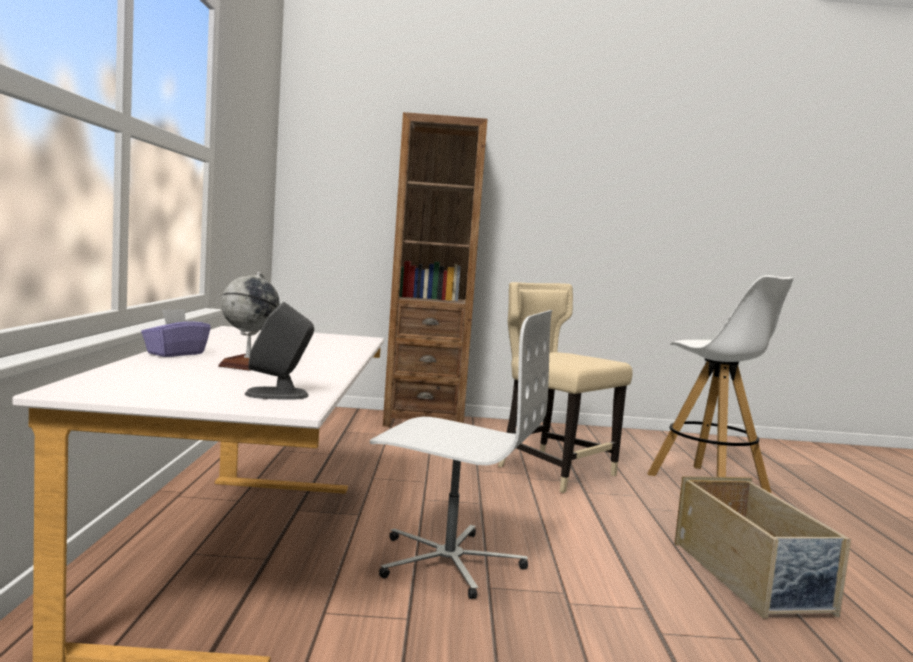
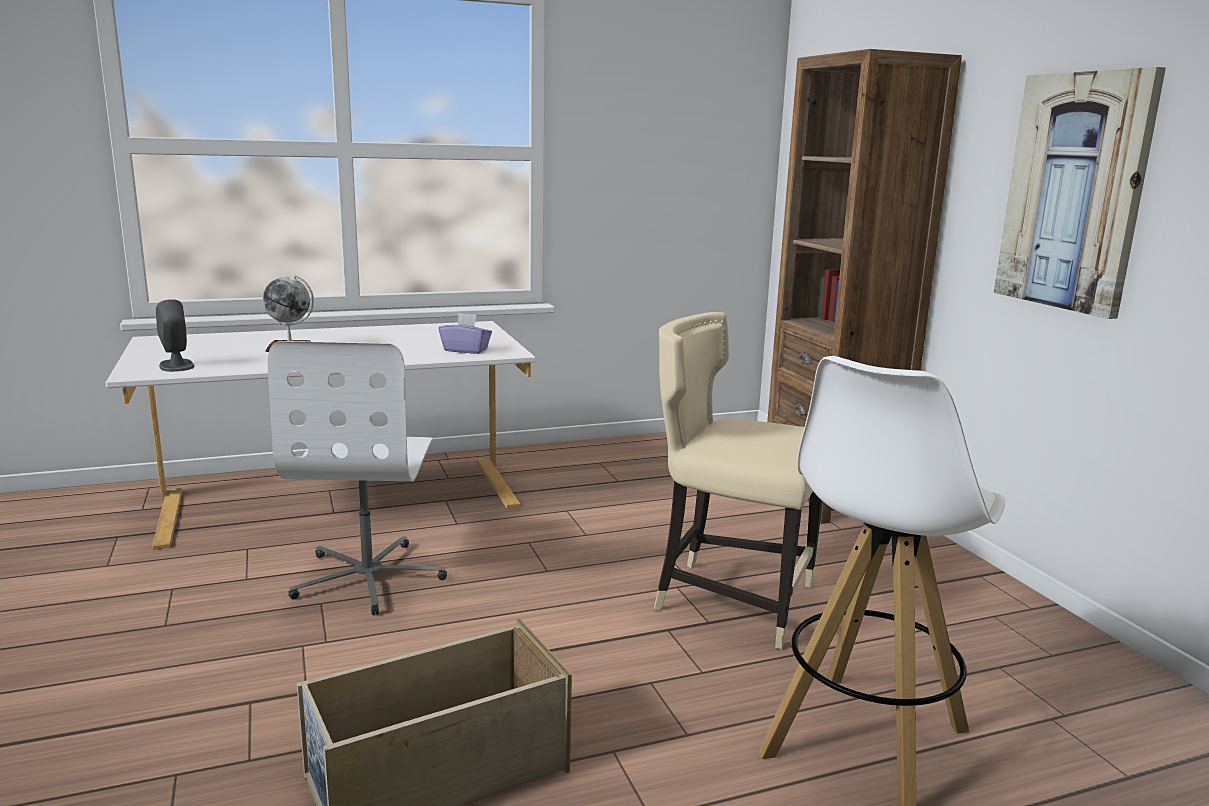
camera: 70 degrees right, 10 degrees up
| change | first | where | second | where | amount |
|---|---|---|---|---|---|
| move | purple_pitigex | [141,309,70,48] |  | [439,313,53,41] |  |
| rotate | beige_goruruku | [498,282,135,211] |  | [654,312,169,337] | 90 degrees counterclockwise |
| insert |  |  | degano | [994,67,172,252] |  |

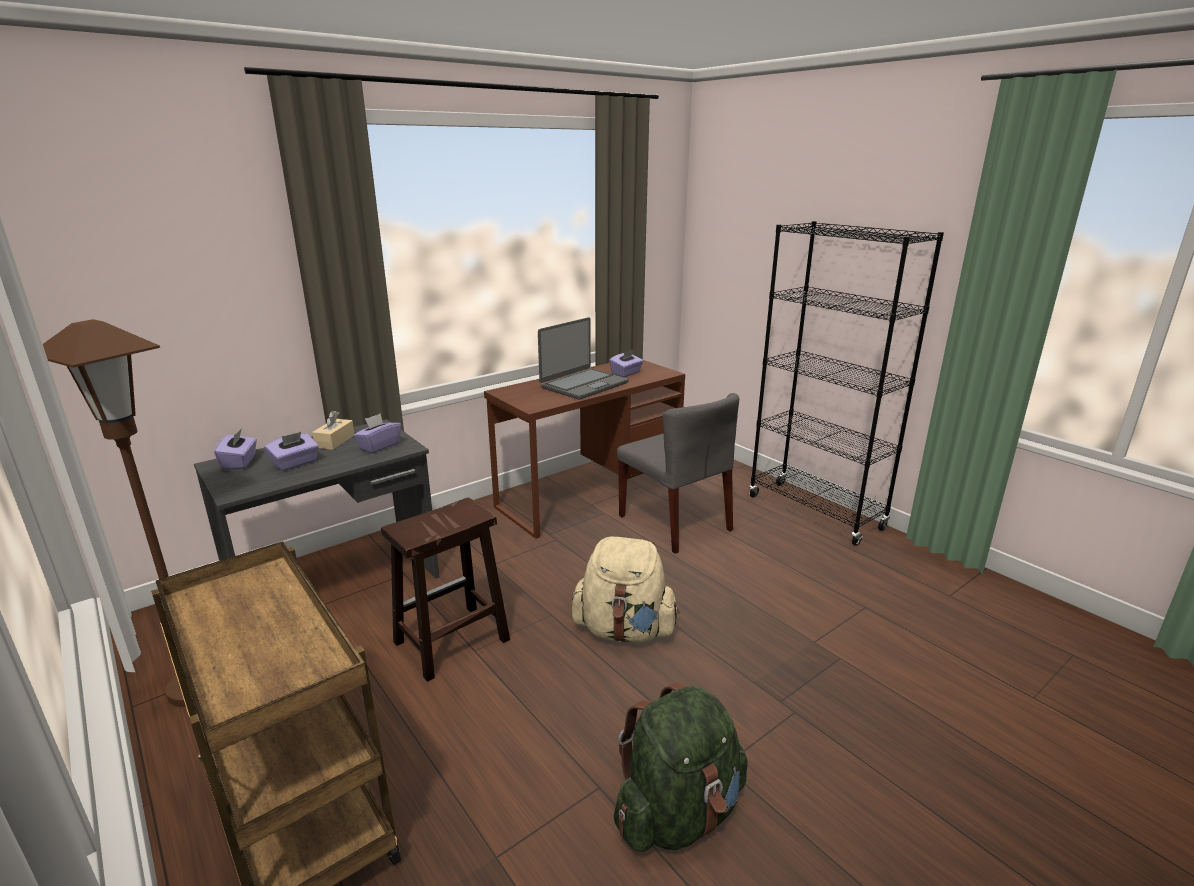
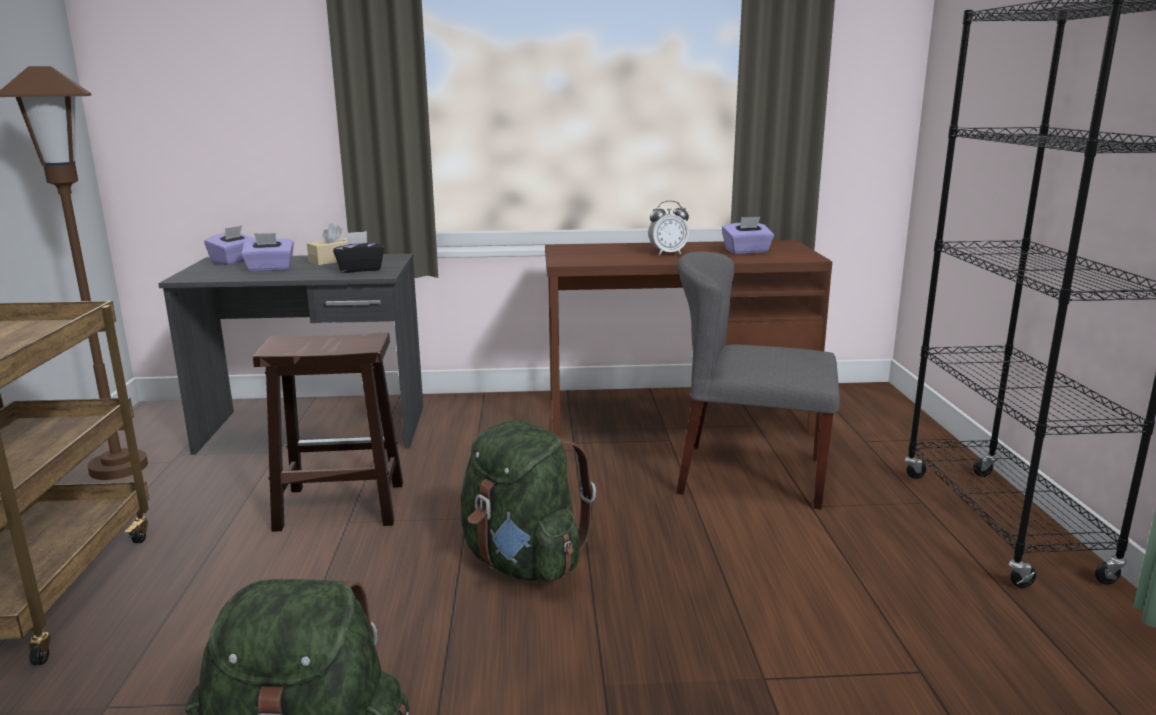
camera: 35 degrees right, 5 degrees down
| change | first | where | second | where | amount |
|---|---|---|---|---|---|
| recolor | purple_pitigex | [353,413,48,40] | black_pitigex | [333,231,51,42] |  |
| replace | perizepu | [538,317,90,83] | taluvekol | [648,201,41,54] |  |
| recolor | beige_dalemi | [572,537,108,105] | green_dalemi | [461,420,135,162] |  |
| rotate | grey_goruruku | [617,393,122,161] |  | [676,252,164,258] | 105 degrees clockwise |

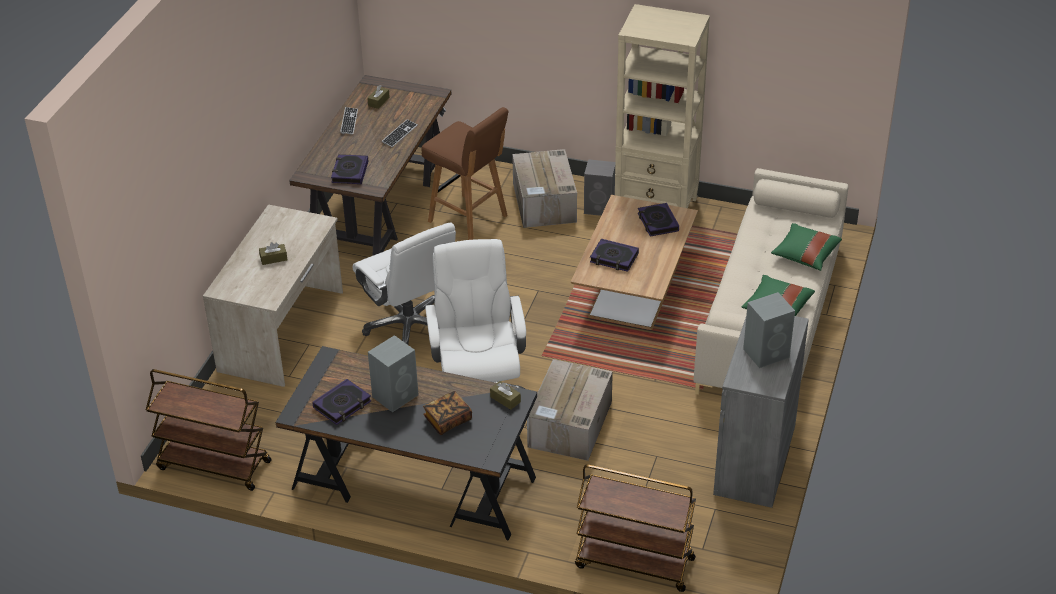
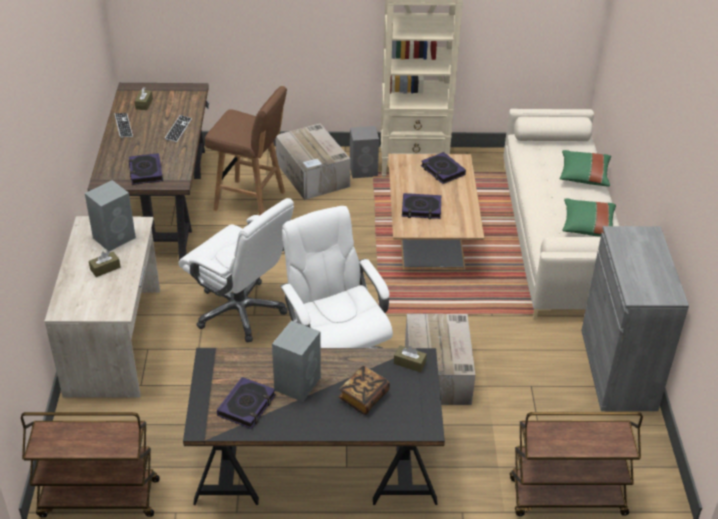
camera: 20 degrees left, 0 degrees up
| change | first | where | second | where | amount |
|---|---|---|---|---|---|
| move | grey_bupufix | [743,292,52,76] |  | [85,180,51,72] |  |

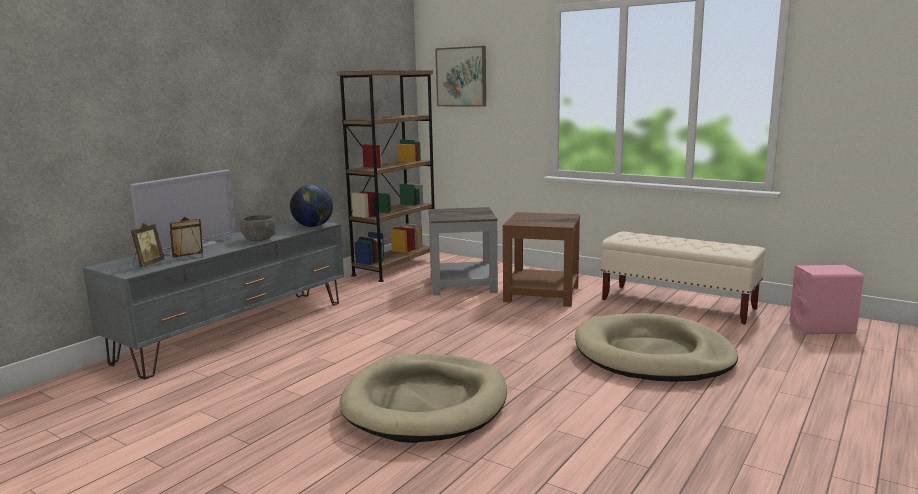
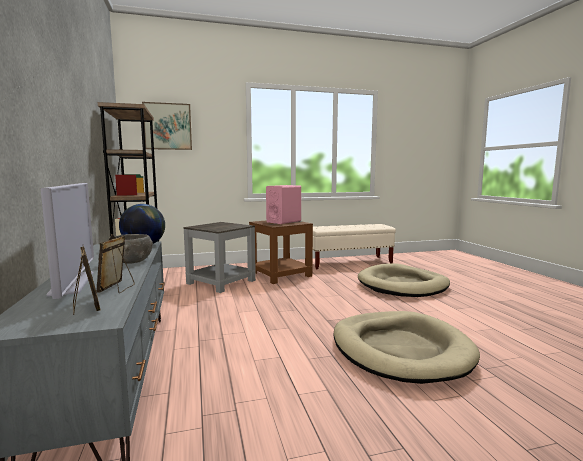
camera: 50 degrees left, 5 degrees down
| change | first | where | second | where | amount |
|---|---|---|---|---|---|
| move | pink_bupufix | [789,265,75,69] |  | [266,185,35,39] |  |

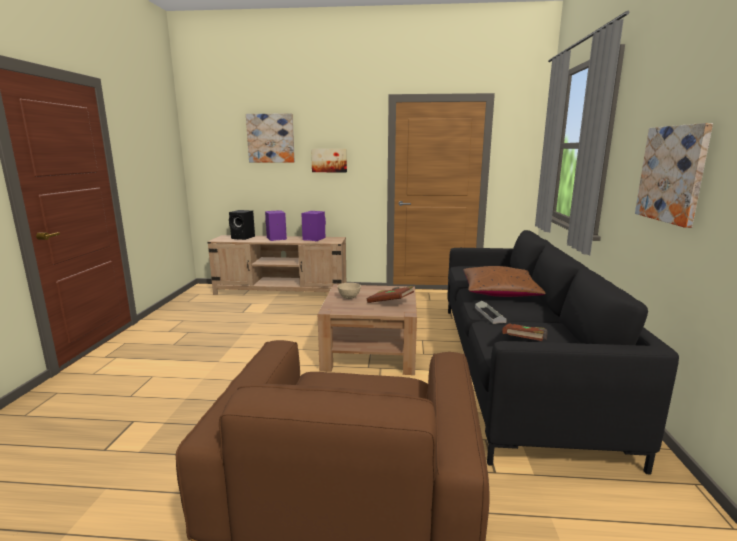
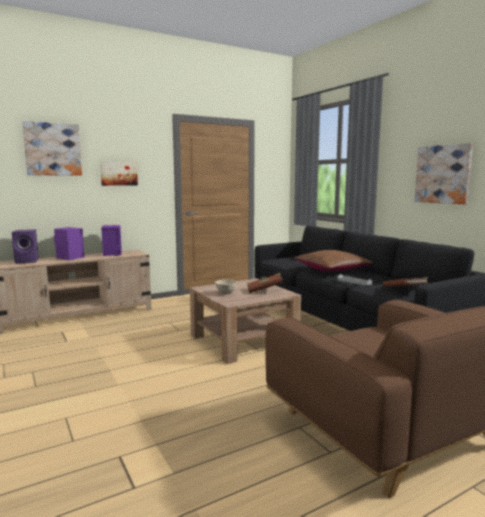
camera: 35 degrees left, 5 degrees down
| change | first | where | second | where | amount |
|---|---|---|---|---|---|
| recolor | black_bupufix | [229,210,26,30] | purple_bupufix | [12,229,27,35] |  |

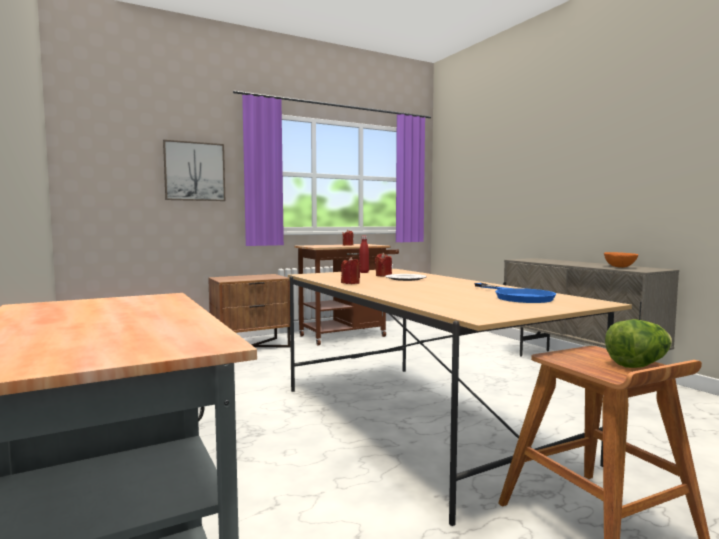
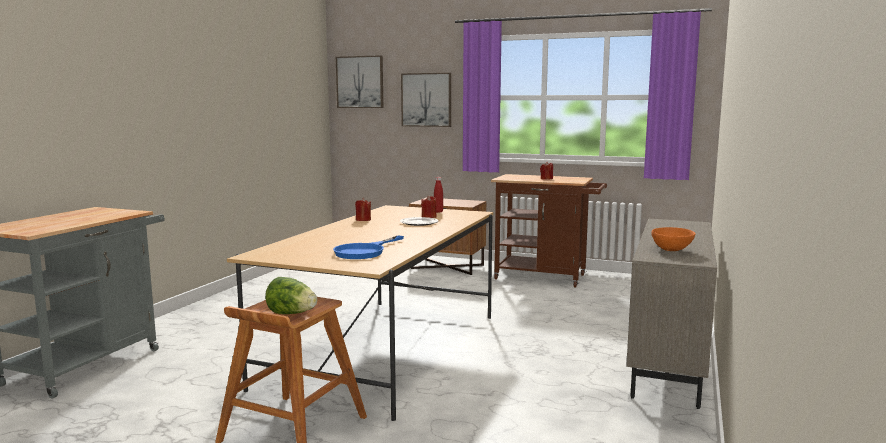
camera: 50 degrees right, 5 degrees up
| change | first | where | second | where | amount |
|---|---|---|---|---|---|
| insert |  |  | degano | [336,55,47,53] |  |

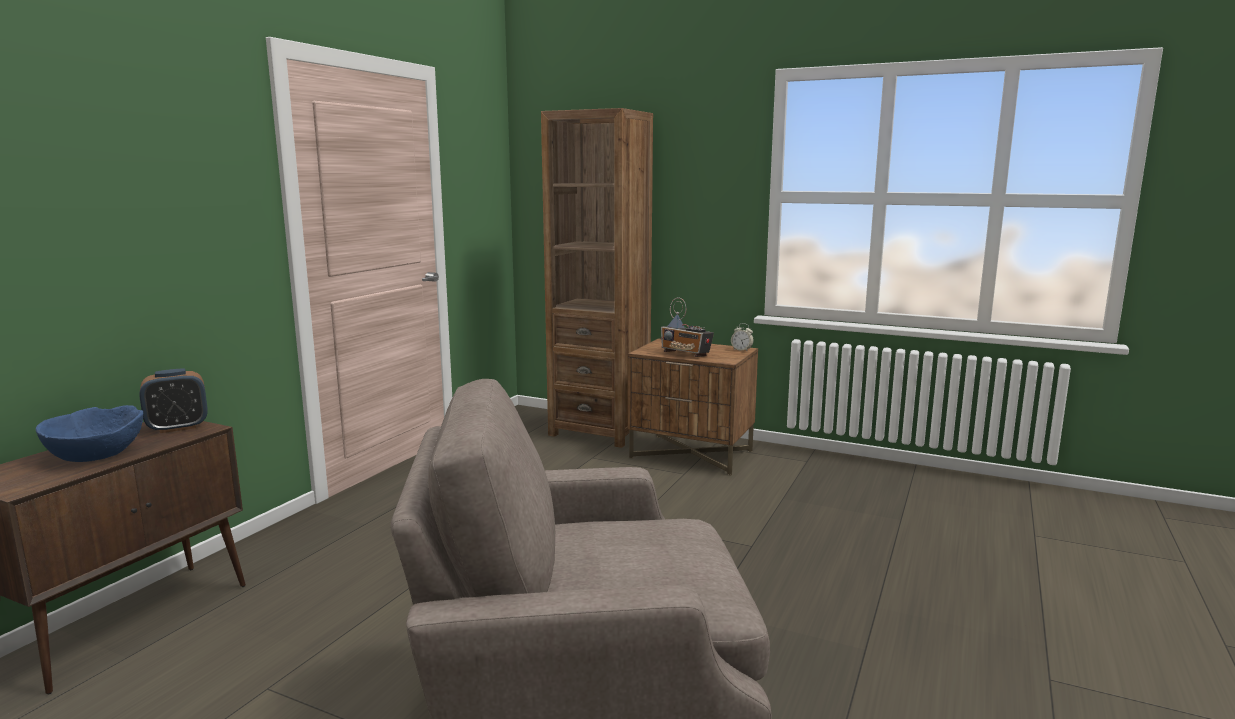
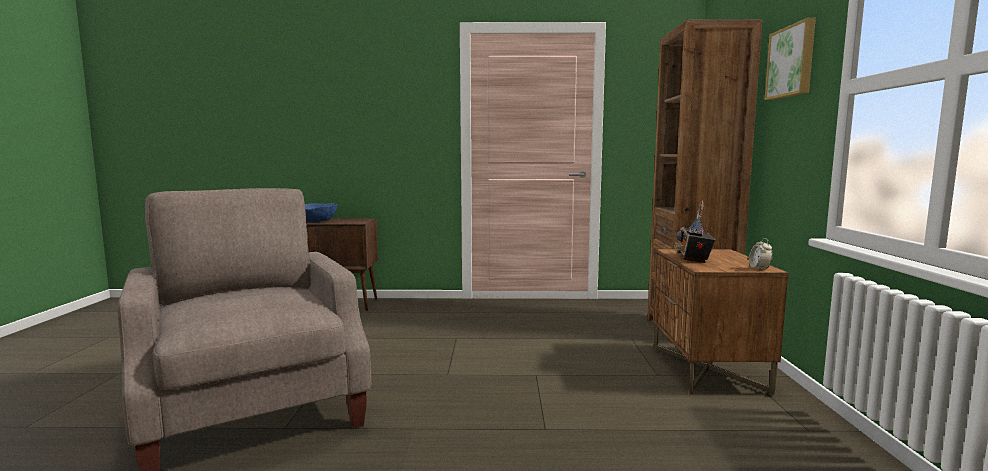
camera: 65 degrees right, 5 degrees down
| change | first | where | second | where | amount |
|---|---|---|---|---|---|
| delete | taluvekol | [139,368,69,65] |  |  |  |
| insert |  |  | degano | [765,18,51,82] |  |

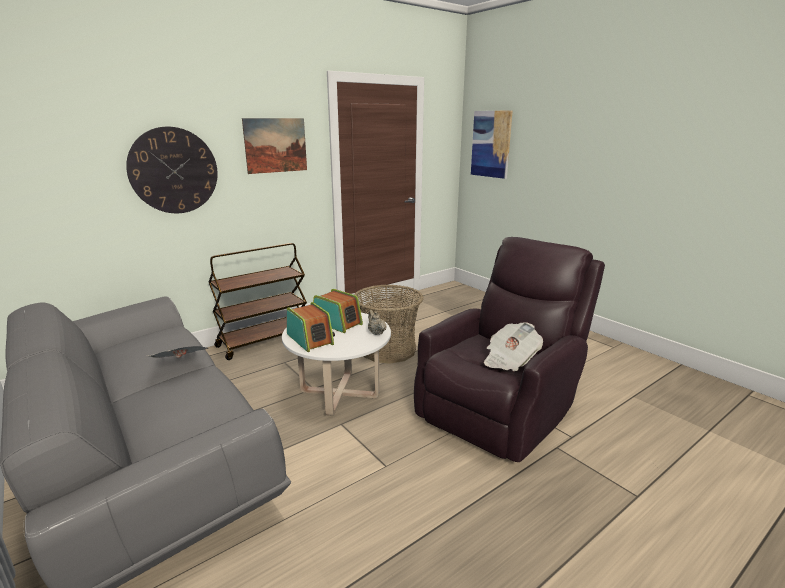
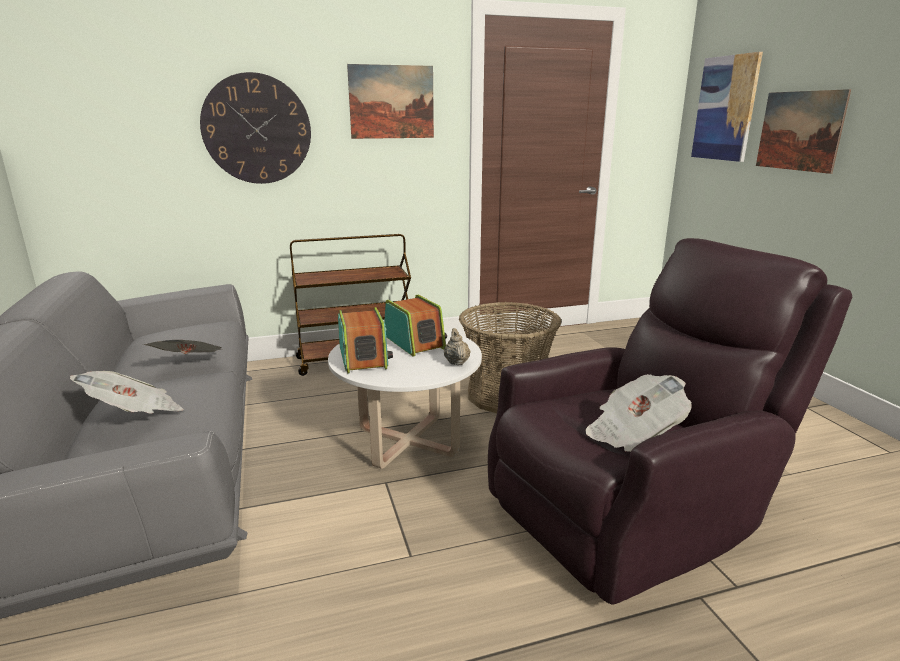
camera: 20 degrees right, 0 degrees up
| change | first | where | second | where | amount |
|---|---|---|---|---|---|
| insert |  |  | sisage | [70,371,114,43] |  |
| insert |  |  | degano | [756,89,95,85] |  |

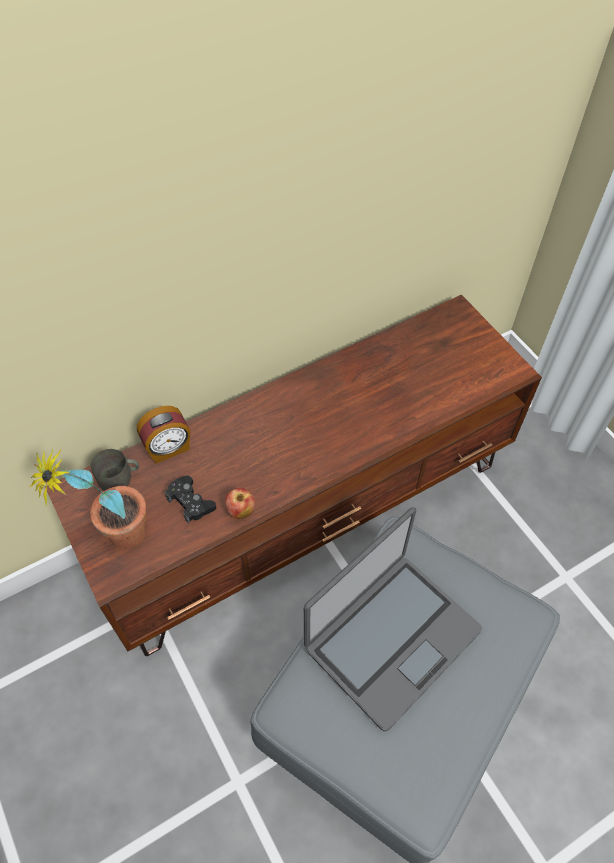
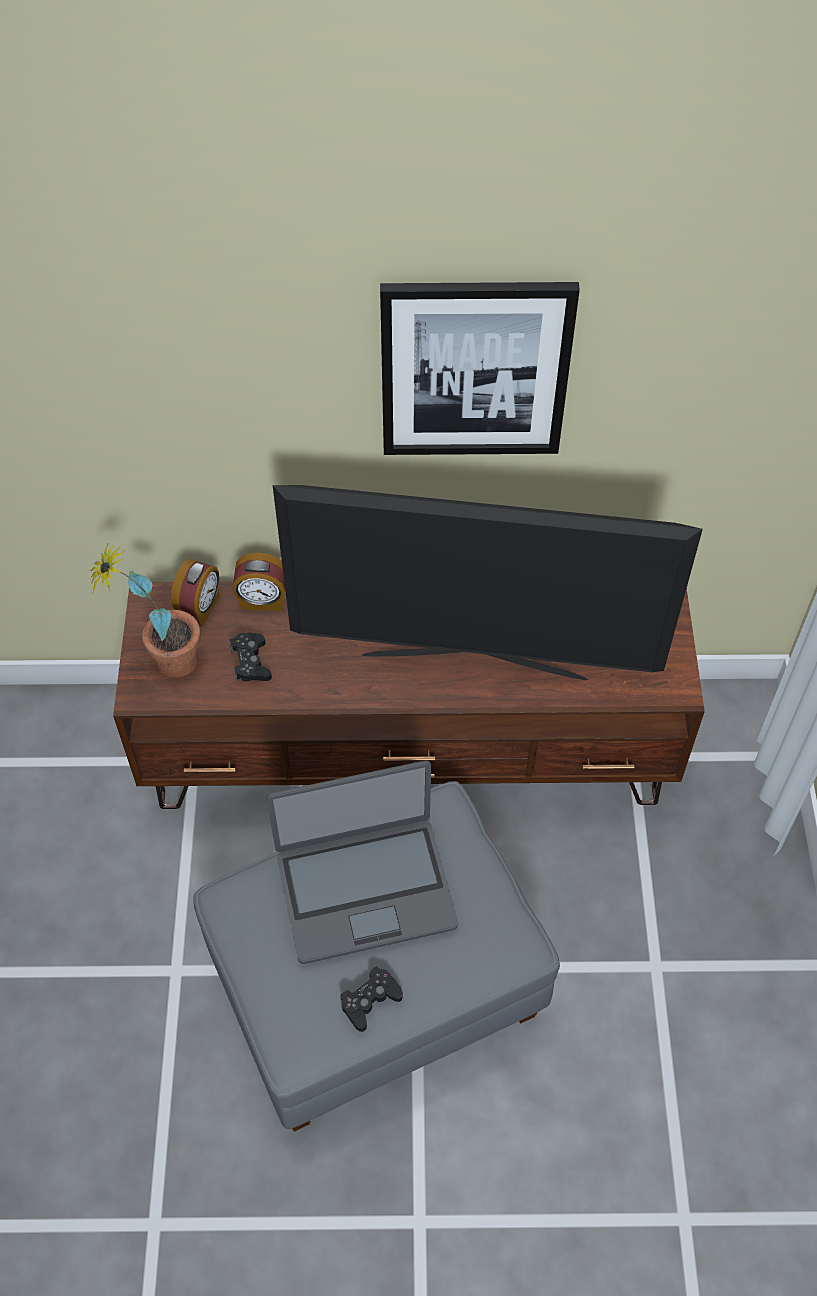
camera: 30 degrees right, 0 degrees up
| change | first | where | second | where | amount |
|---|---|---|---|---|---|
| replace | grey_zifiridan | [91,449,48,42] | taluvekol | [171,559,48,68] |  |
| delete | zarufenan | [225,488,30,31] |  |  |  |
| insert |  |  | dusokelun | [273,485,430,195] |  |
| insert |  |  | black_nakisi | [340,966,63,66] |  |
| insert |  |  | degano | [380,282,200,173] |  |

